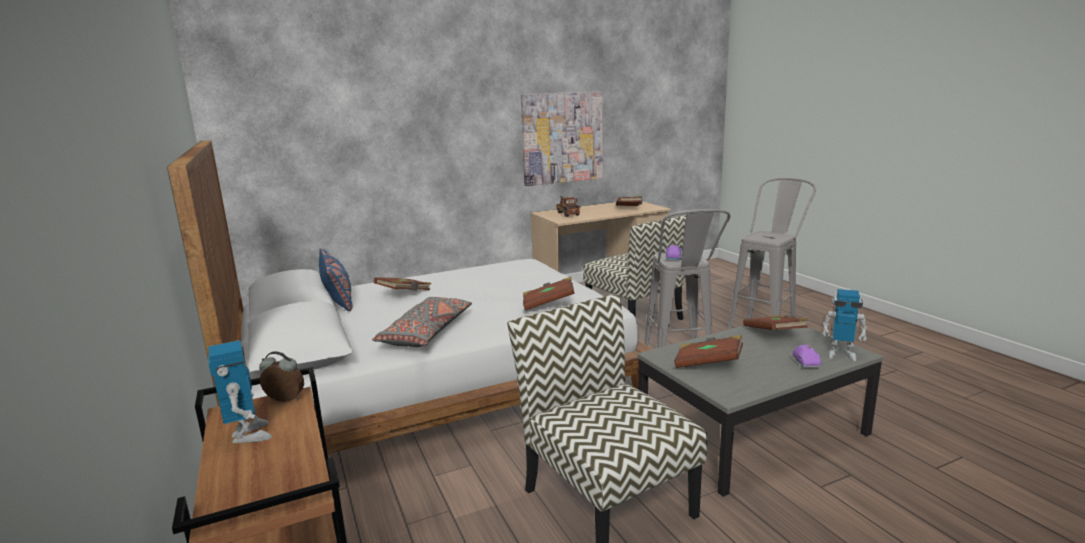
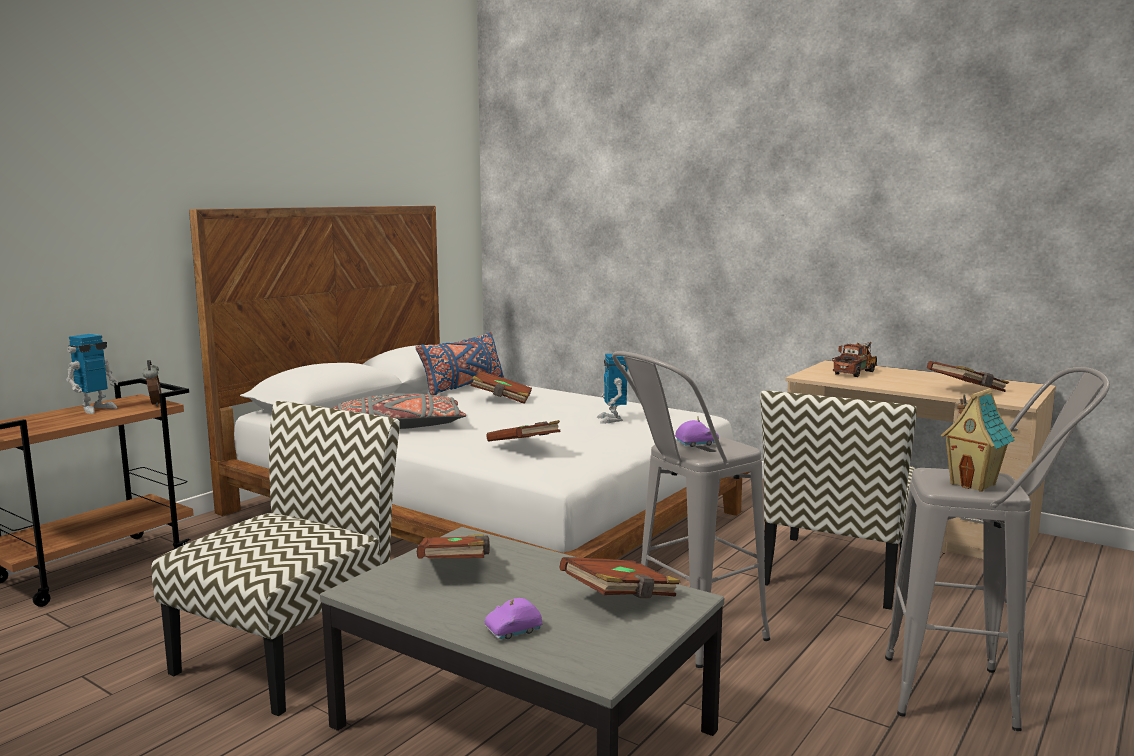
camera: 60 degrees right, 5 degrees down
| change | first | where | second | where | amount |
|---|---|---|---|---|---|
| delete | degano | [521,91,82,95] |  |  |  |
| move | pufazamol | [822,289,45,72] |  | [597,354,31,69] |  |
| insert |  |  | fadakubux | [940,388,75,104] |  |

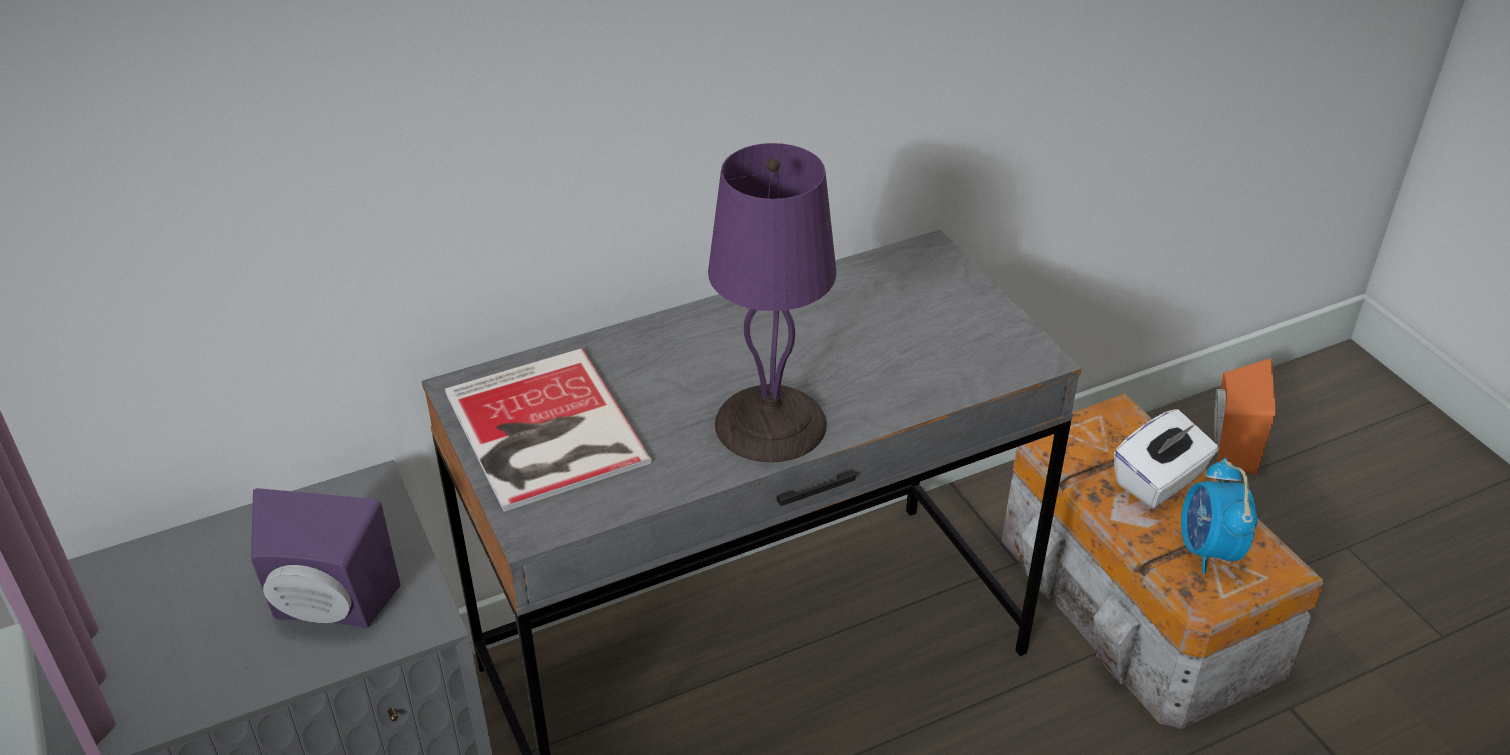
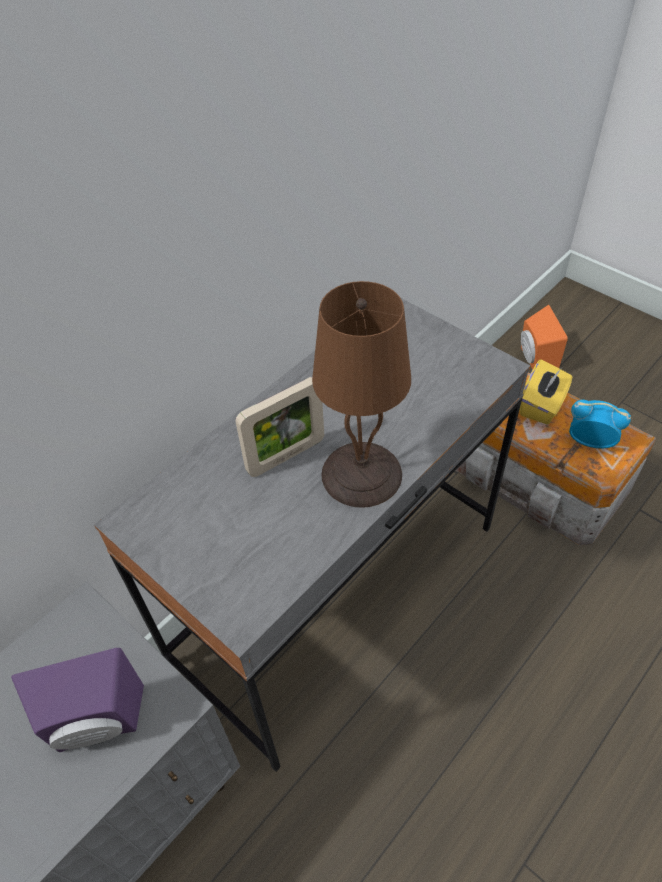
camera: 20 degrees left, 10 degrees up
| change | first | where | second | where | amount |
|---|---|---|---|---|---|
| delete | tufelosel | [445,348,207,164] |  |  |  |
| recolor | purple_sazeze | [708,143,128,320] | brown_sazeze | [312,281,99,227] |  |
| recolor | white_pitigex | [1114,409,105,99] | yellow_pitigex | [519,359,53,65] |  |
| rotate | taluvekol | [1181,458,77,116] |  | [569,400,62,48] | 135 degrees clockwise |
| insert |  |  | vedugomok | [235,377,89,100] |  |

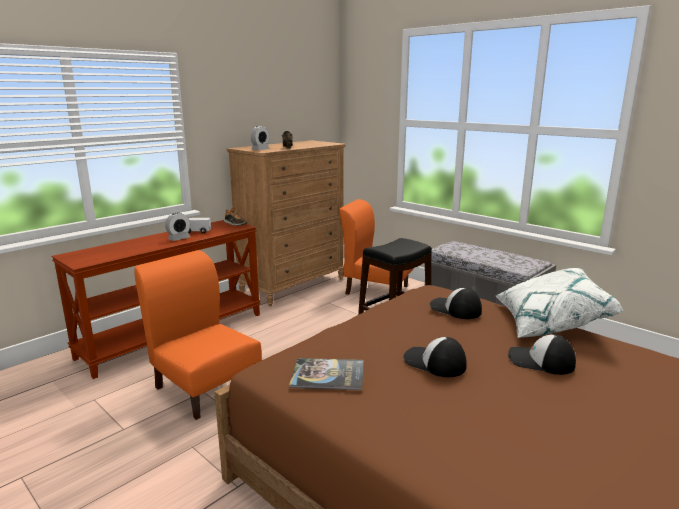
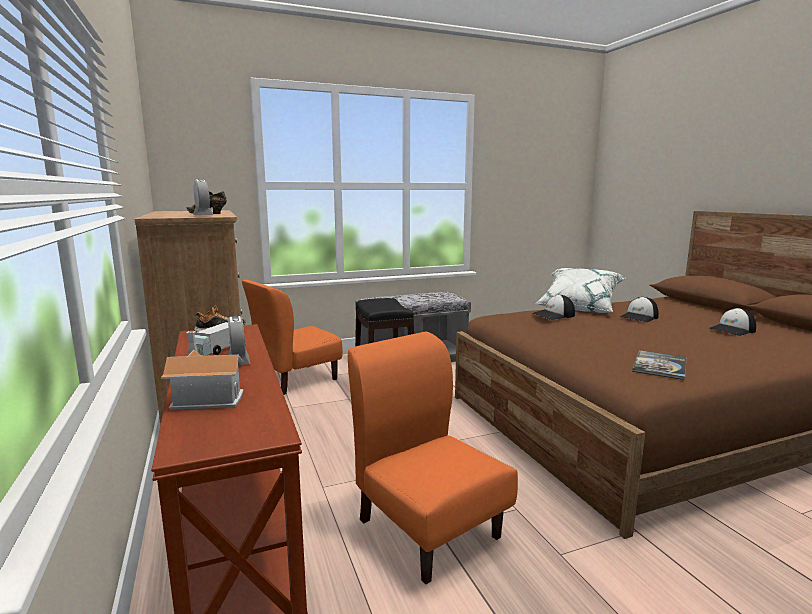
camera: 65 degrees left, 5 degrees down
| change | first | where | second | where | amount |
|---|---|---|---|---|---|
| rotate | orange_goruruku | [134,250,128,170] |  | [348,331,170,253] | 75 degrees clockwise |
| move | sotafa | [403,337,64,40] |  | [709,308,47,28] |  |
| insert |  |  | fadakubux | [161,331,83,79] |  |

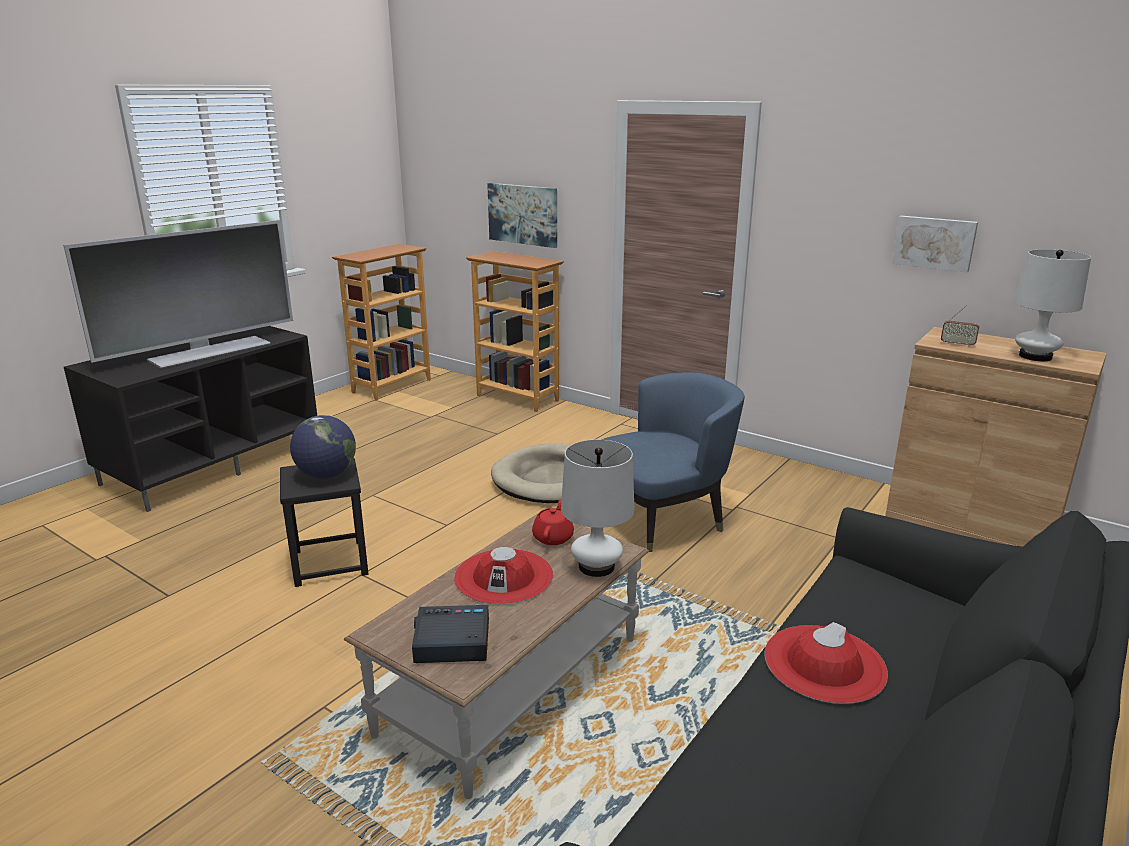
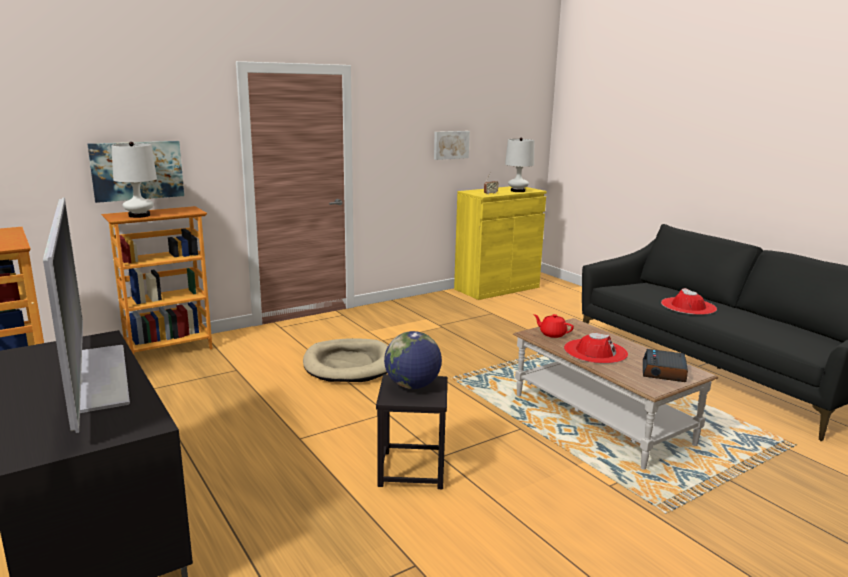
camera: 70 degrees left, 5 degrees down
| change | first | where | second | where | amount |
|---|---|---|---|---|---|
| move | white_sazeze | [561,440,73,137] |  | [111,142,46,76] |  |
| delete | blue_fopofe | [601,372,144,180] |  |  |  |
| recolor | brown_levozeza | [885,327,222,220] | yellow_levozeza | [454,186,93,114] |  |

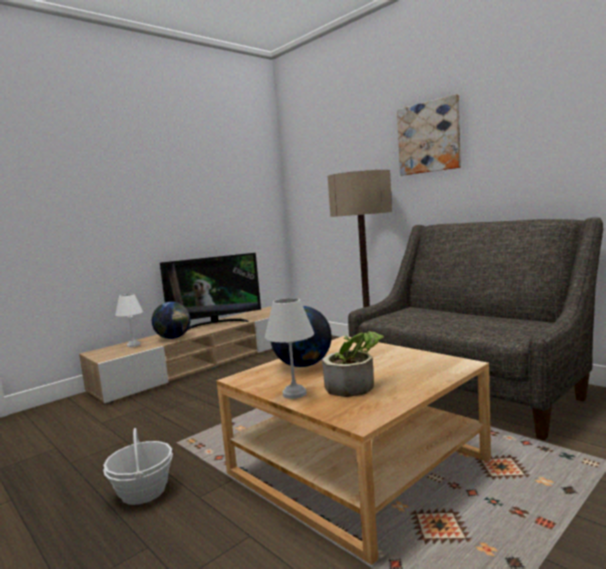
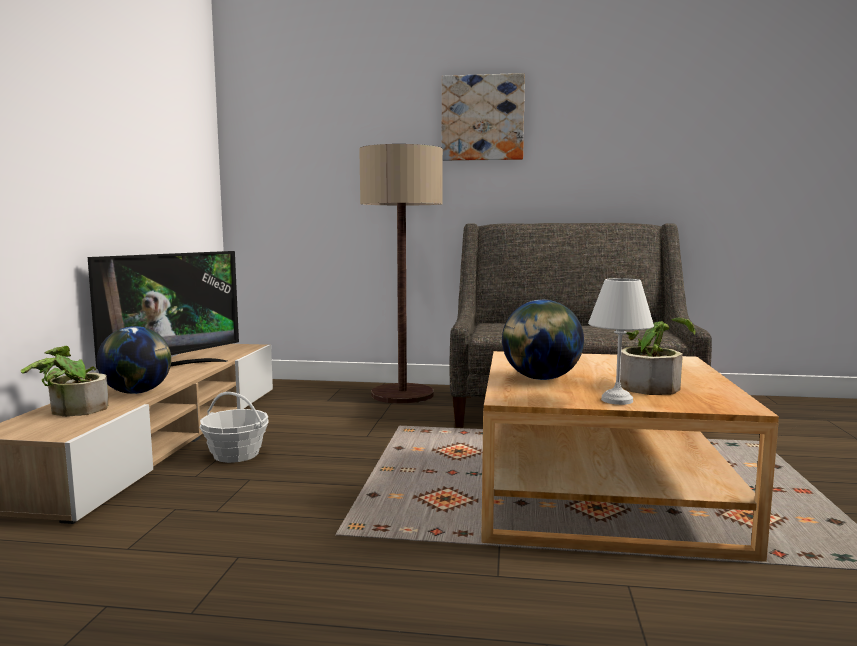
camera: 40 degrees left, 0 degrees up
| change | first | where | second | where | amount |
|---|---|---|---|---|---|
| move | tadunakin | [103,428,70,77] |  | [199,392,69,71] |  |
| replace | white_sazeze | [115,294,28,53] | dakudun | [21,346,87,71] |  |

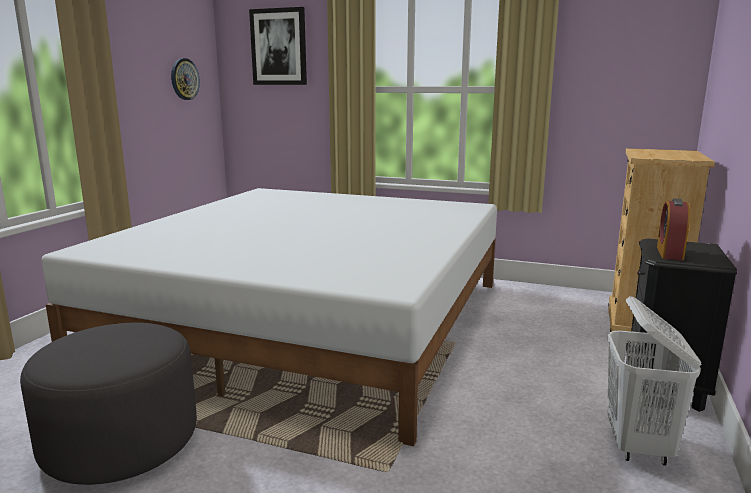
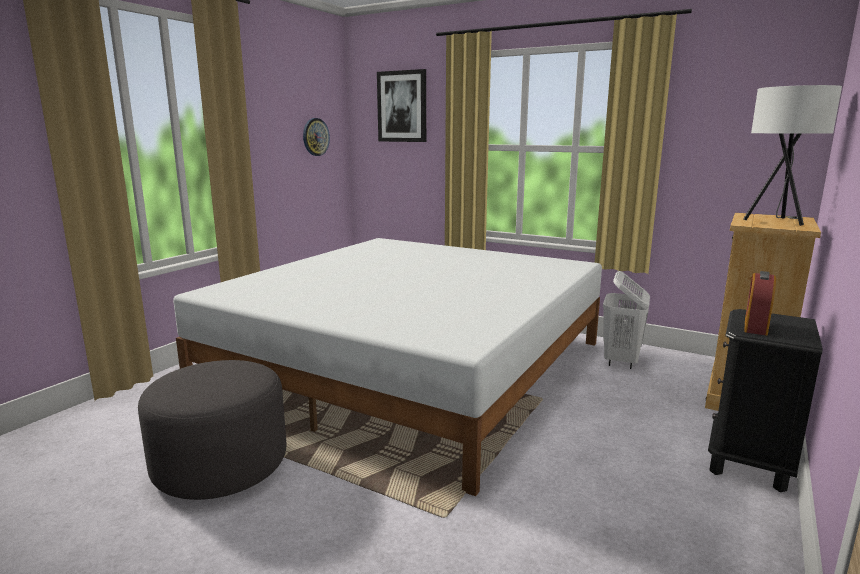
camera: 10 degrees right, 0 degrees up
| change | first | where | second | where | amount |
|---|---|---|---|---|---|
| move | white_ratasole | [607,296,94,170] |  | [603,271,47,98] |  |
| insert |  |  | white_sazeze | [743,85,99,141] |  |

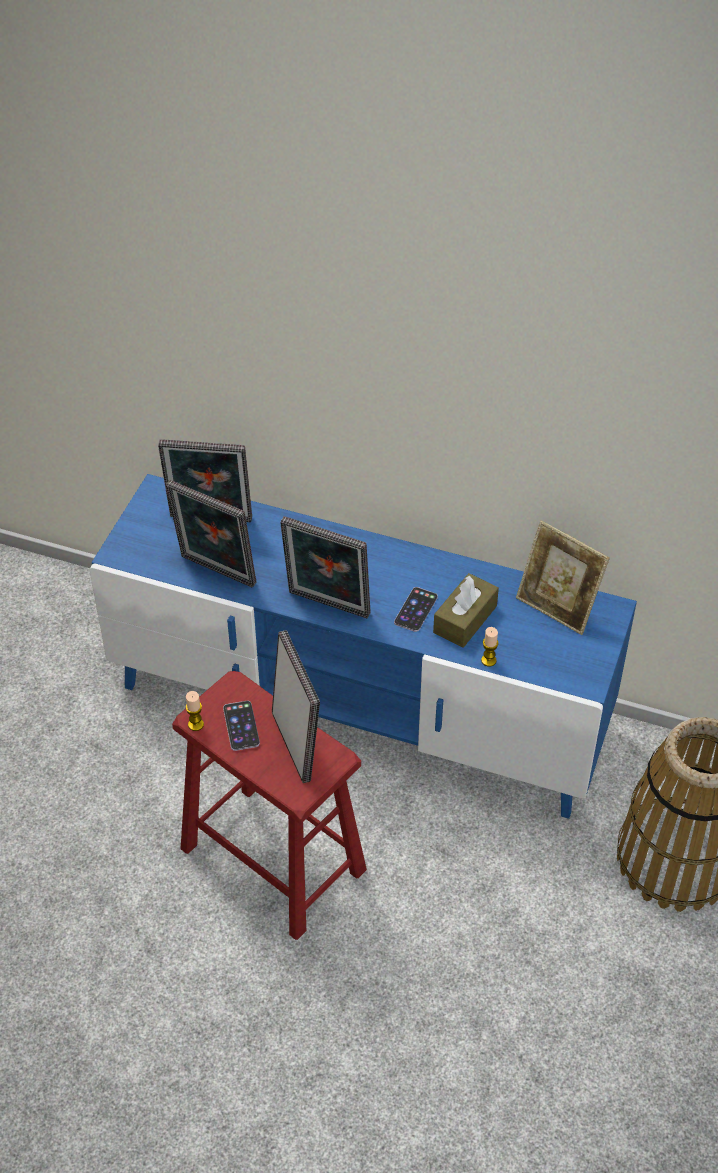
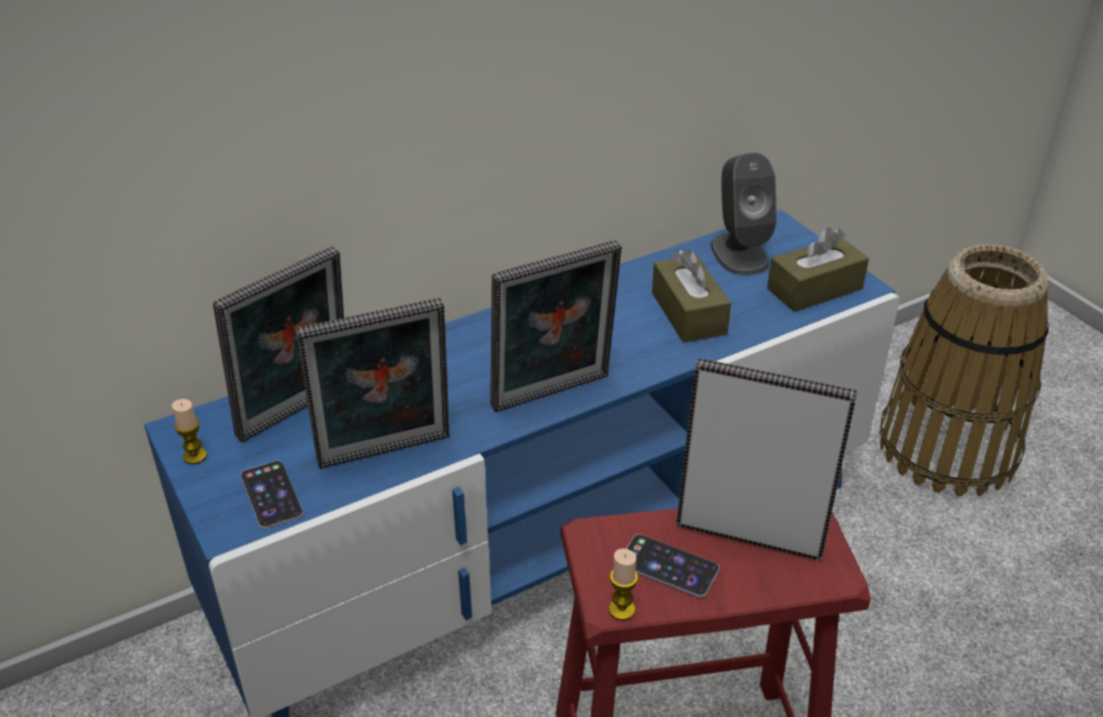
camera: 50 degrees left, 10 degrees down
| change | first | where | second | where | amount |
|---|---|---|---|---|---|
| move | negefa | [394,587,44,45] |  | [241,460,62,69] |  |
| move | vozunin | [481,627,18,40] |  | [172,399,35,65] |  |
| replace | vedugomok | [516,521,94,114] | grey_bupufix | [711,152,66,123] |  |
| insert |  |  | brown_pitigex | [767,228,102,84] |  |

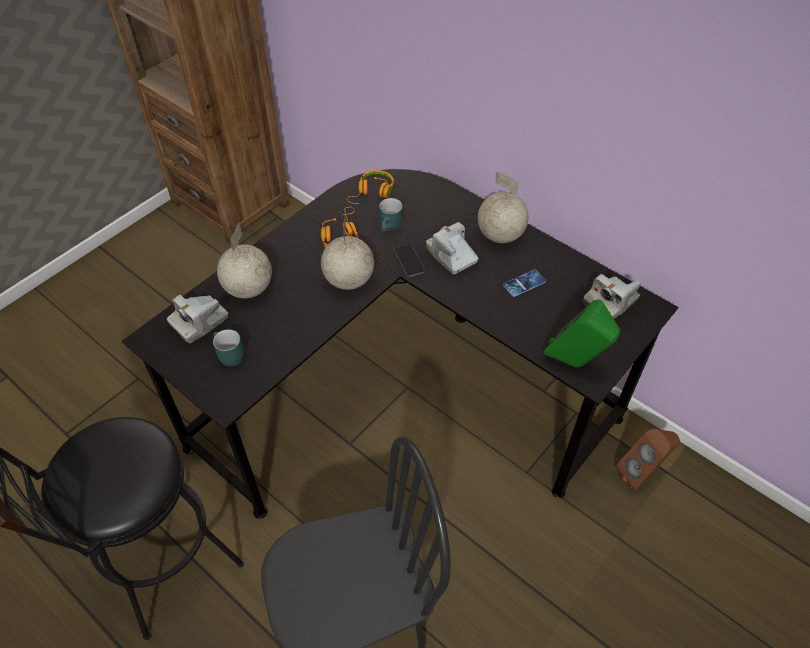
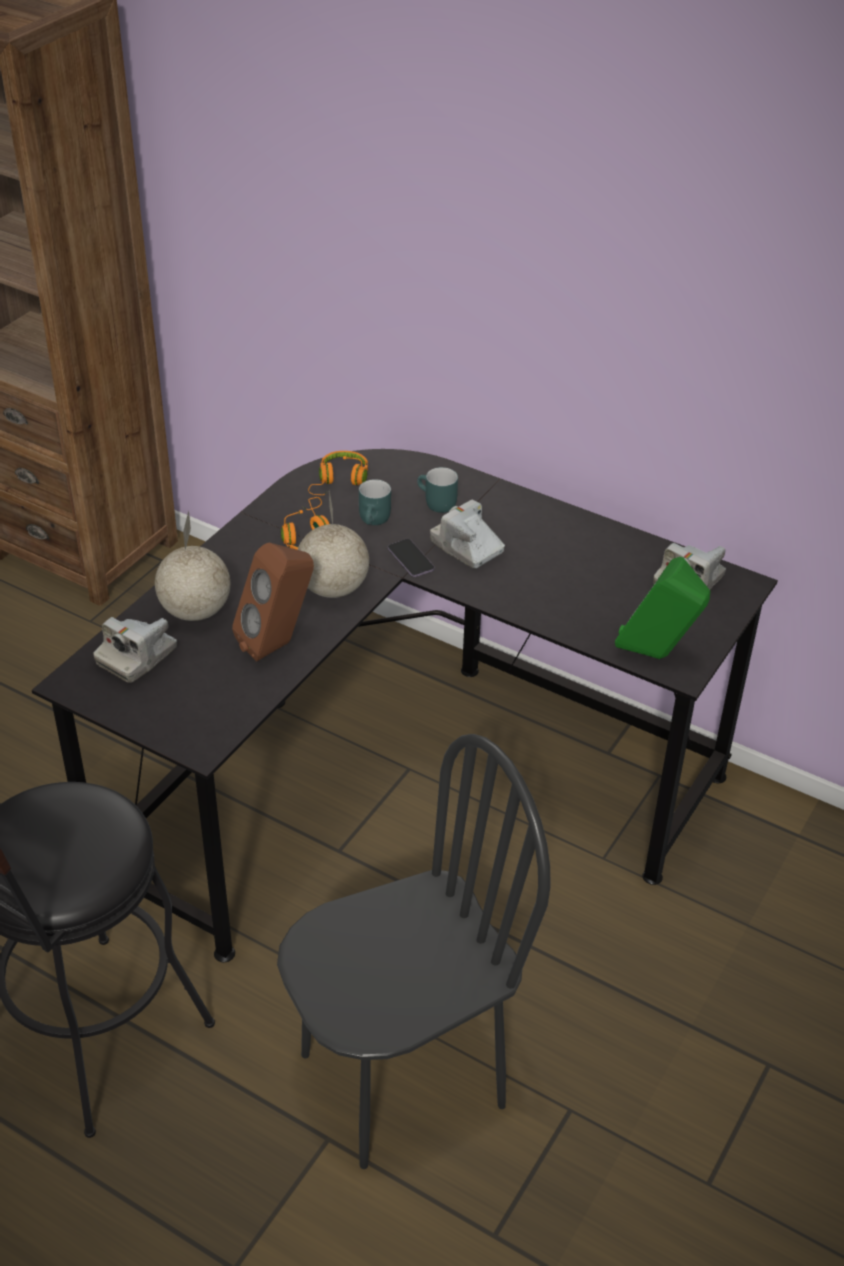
camera: 10 degrees left, 10 degrees down
| change | first | where | second | where | amount |
|---|---|---|---|---|---|
| move | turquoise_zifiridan | [213,329,31,37] |  | [417,467,41,46] |  |
| delete | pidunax | [478,172,51,71] |  |  |  |
| delete | negefa | [503,269,43,28] |  |  |  |
| move | brown_bupufix | [616,429,64,62] |  | [232,543,82,119] |  |

